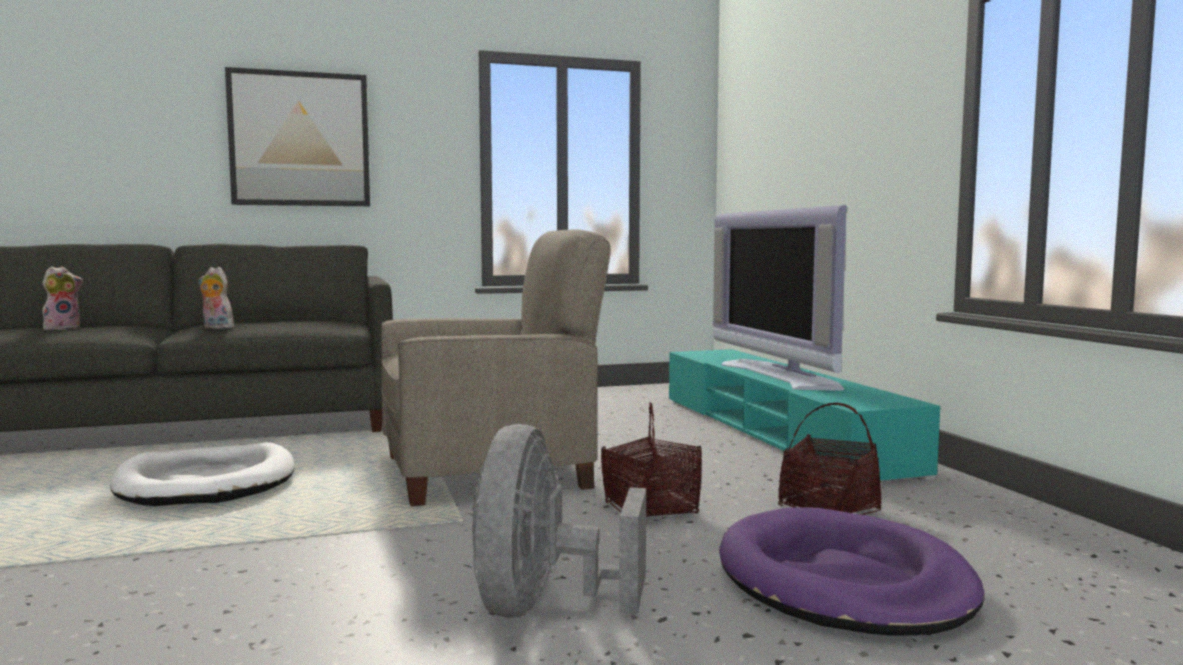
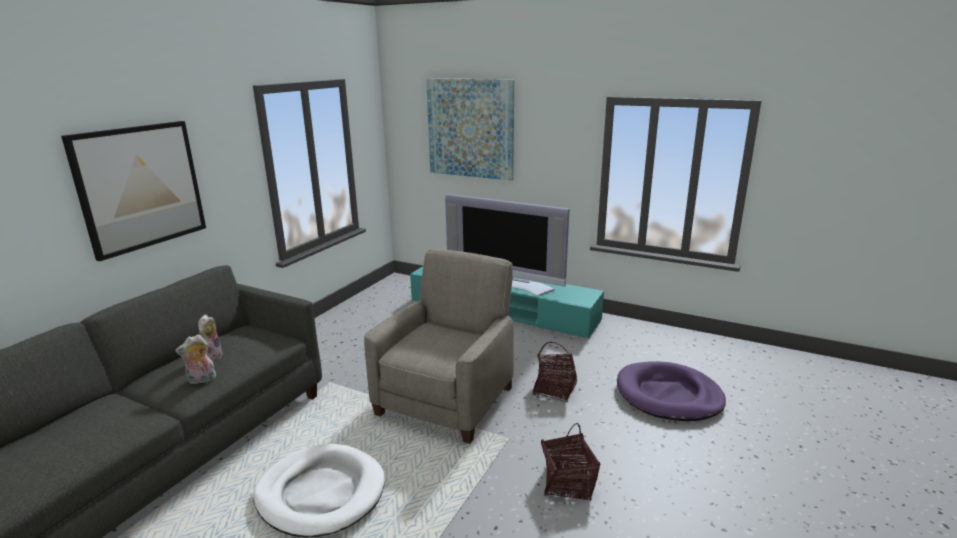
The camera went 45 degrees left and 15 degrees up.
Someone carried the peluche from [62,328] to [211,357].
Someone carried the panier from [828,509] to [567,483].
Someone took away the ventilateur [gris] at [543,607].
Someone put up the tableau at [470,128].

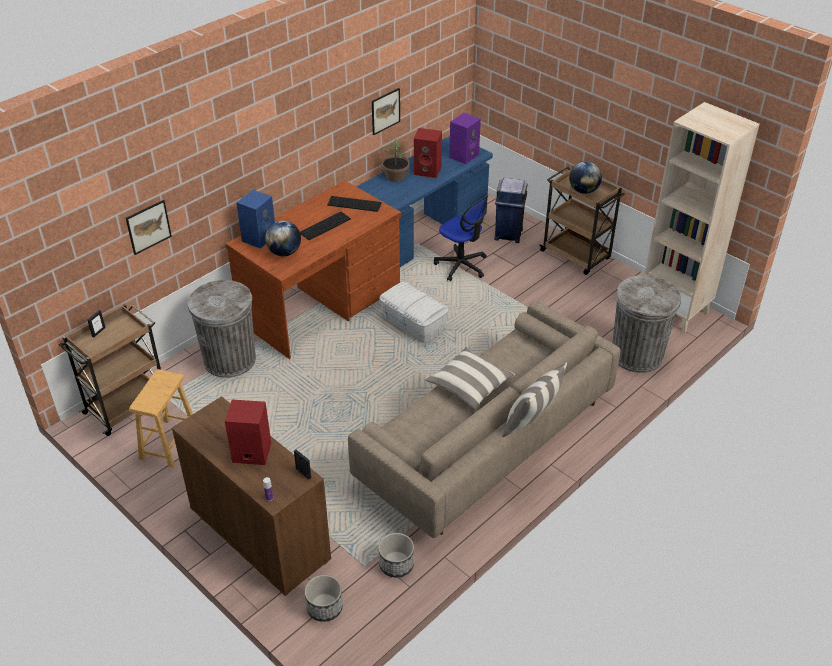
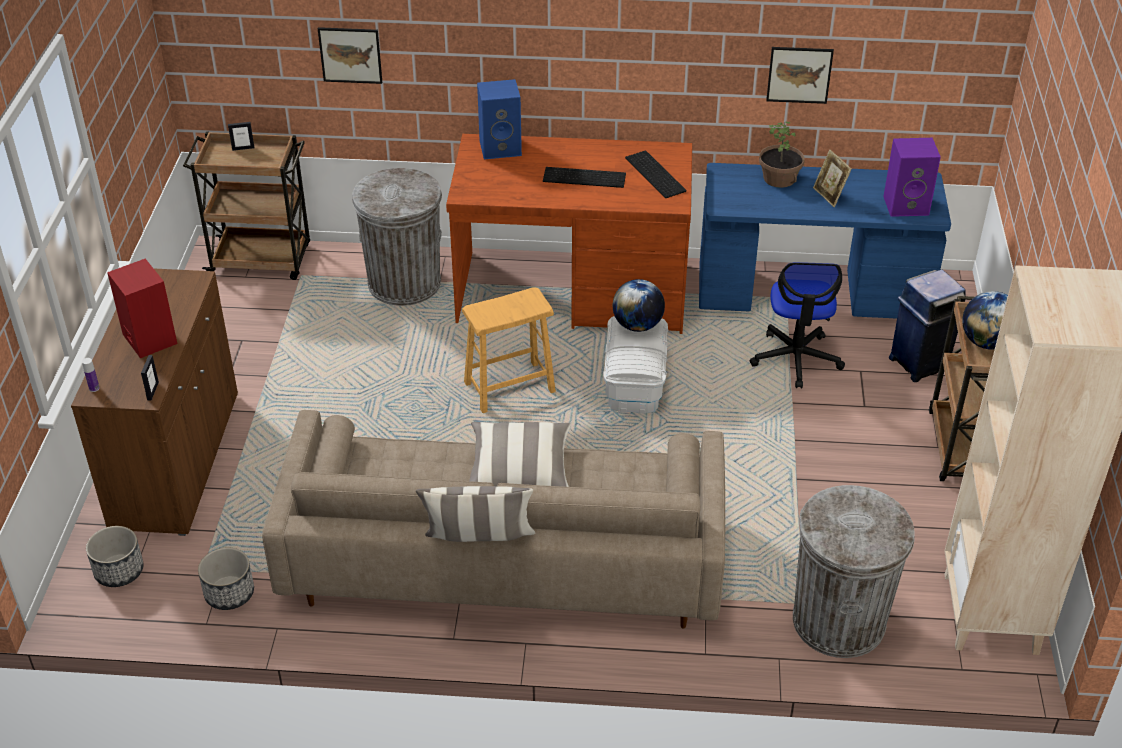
The camera went 50 degrees right and 0 degrees up.
Someone swapped the enceinte [rouge] at [428,170] for the cadre photo at [829,196].
Someone carried the globe from [284,252] to [637,325].
Someone carried the tabouret [marron] from [169,443] to [509,387].

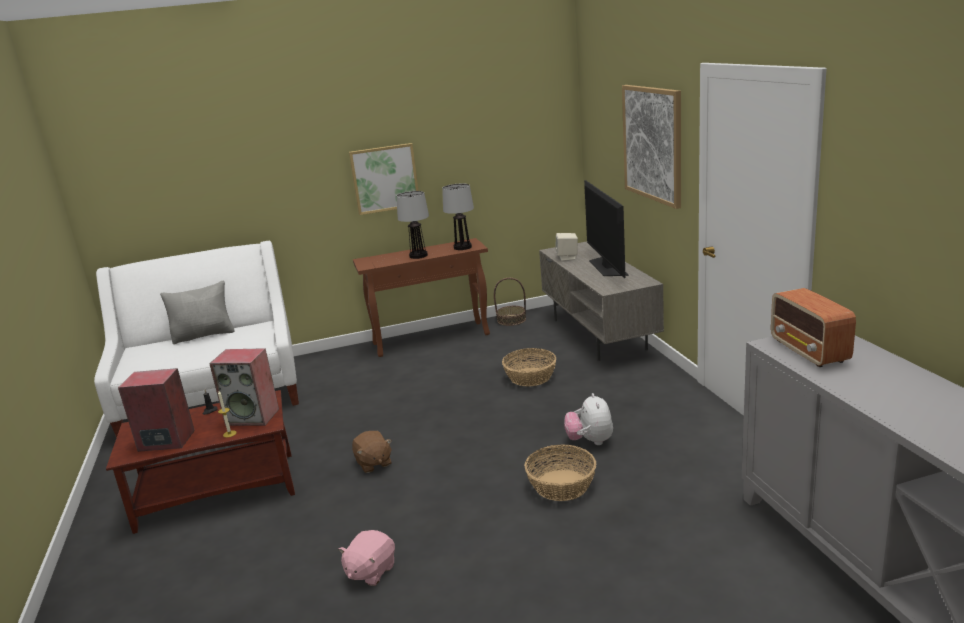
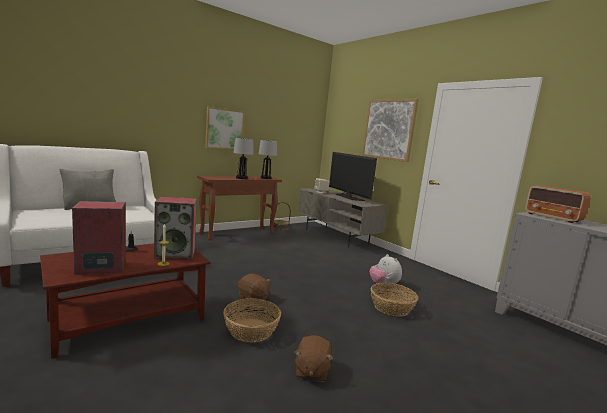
The camera went 25 degrees left and 10 degrees down.
Someone carried the panier from [530,377] to [251,330].
Someone repainted the peluche [rose] at [370,571], which became the peluche [marron] at [311,371].

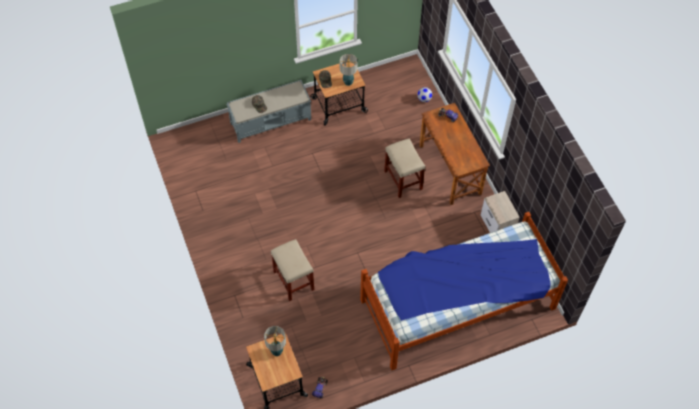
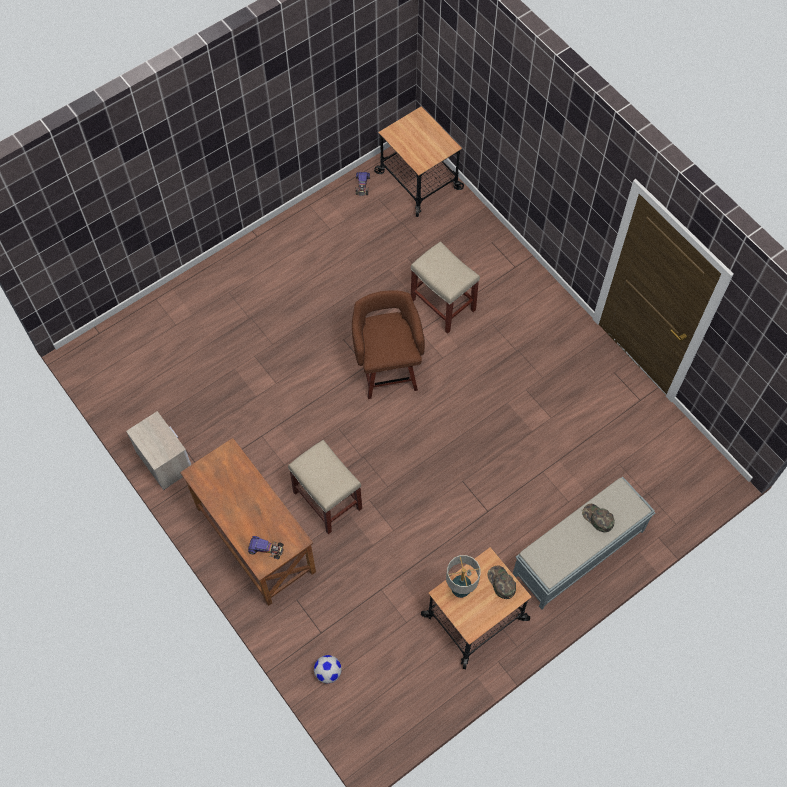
The camera went 165 degrees right and 5 degrees up.
Someone took away the lit at [457,303].
Someone took away the lampe de table at [276,351].
Someone put down the tabouret [marron] at [387,371].

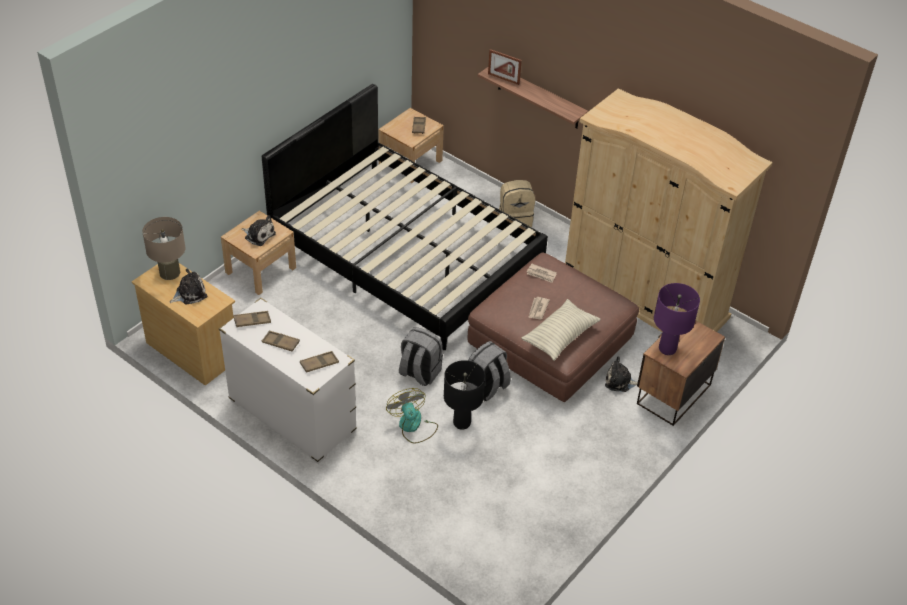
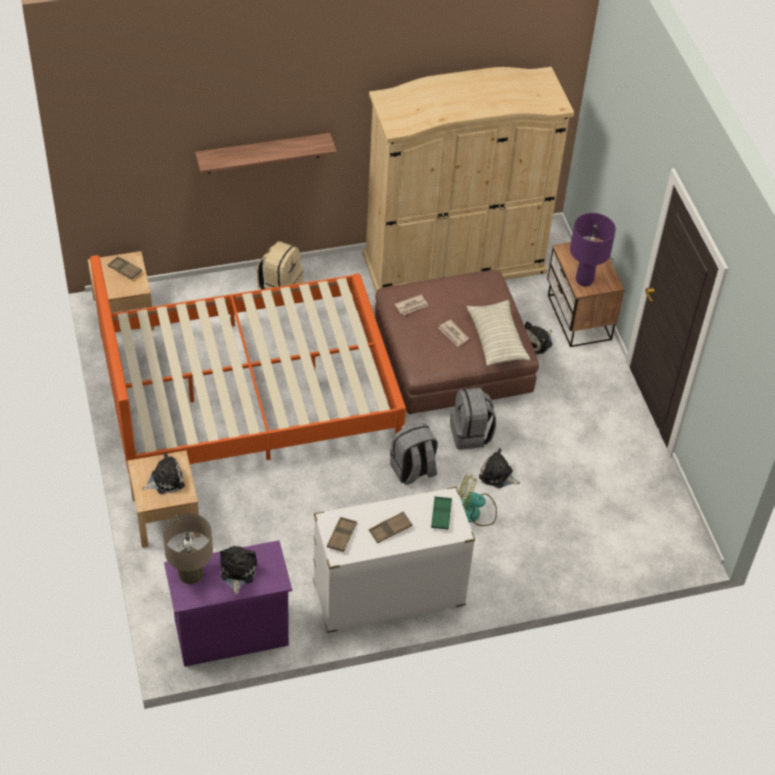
The camera went 55 degrees left and 5 degrees up.
Someone took away the cadre photo at [503,79].
Someone repainted the lit [noir] at [406,253], which became the lit [orange] at [249,391].
Someone repainted the commode [beige] at [192,351], which became the commode [violet] at [230,632].
Someone repainted the plateau [marron] at [319,364], which became the plateau [vert] at [441,515].
Someone swapped the lampe de table [noir] at [461,423] for the peluche at [497,475].

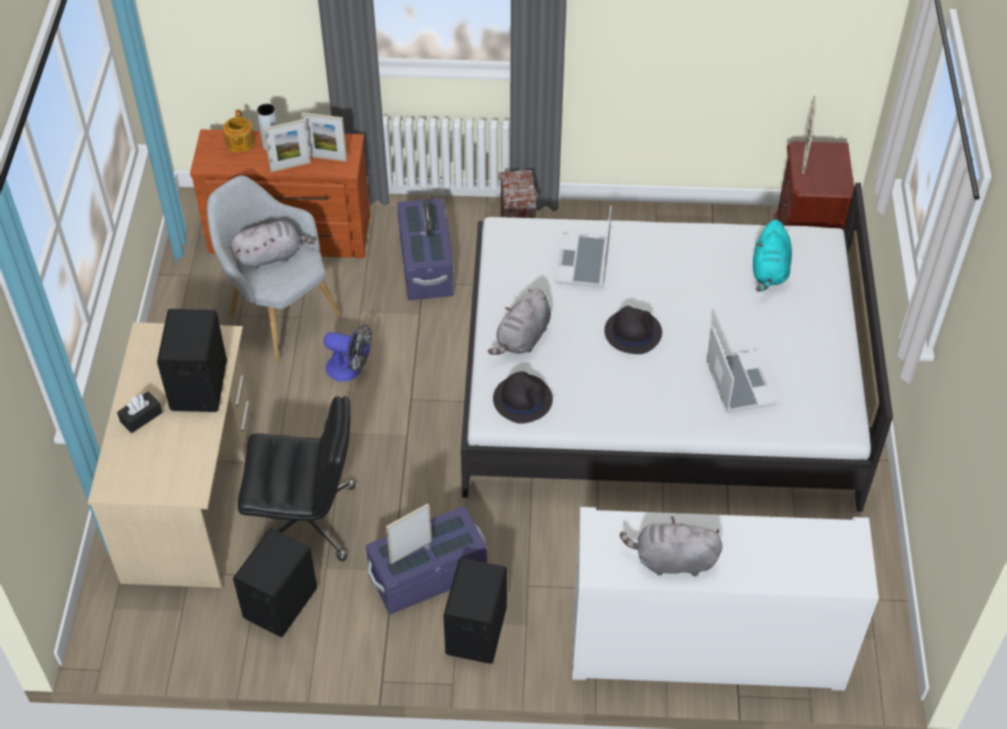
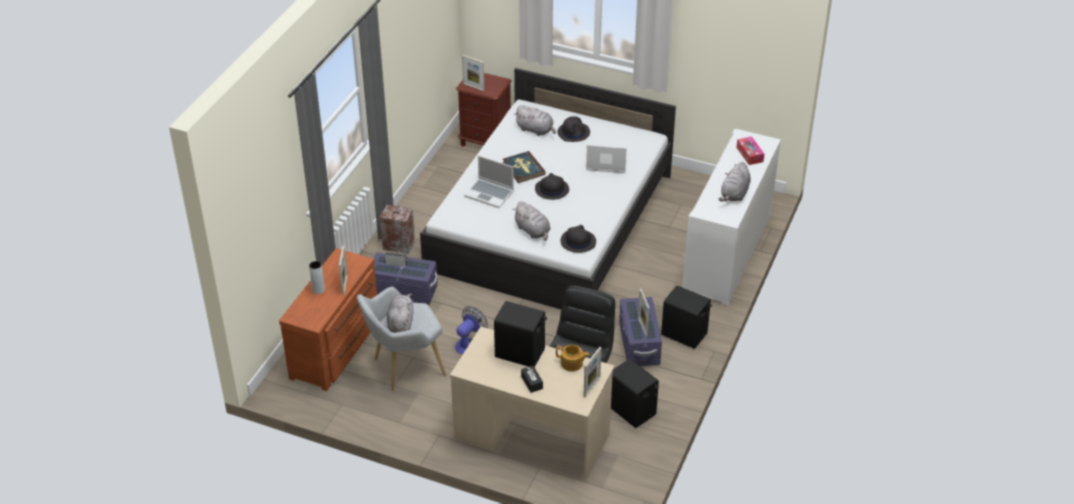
The camera went 70 degrees left and 10 degrees down.
Someone carried the théière from [239,143] to [572,364].
Someone carried the cadre photo from [327,158] to [591,387].
Someone repainted the peluche [turquoise] at [769,271], which became the peluche [gris] at [536,130].
Someone put down the chapeau [noir] at [573,132].
Someone put down the boîte à mouchoirs at [749,154].
Someone put down the livre at [523,169].

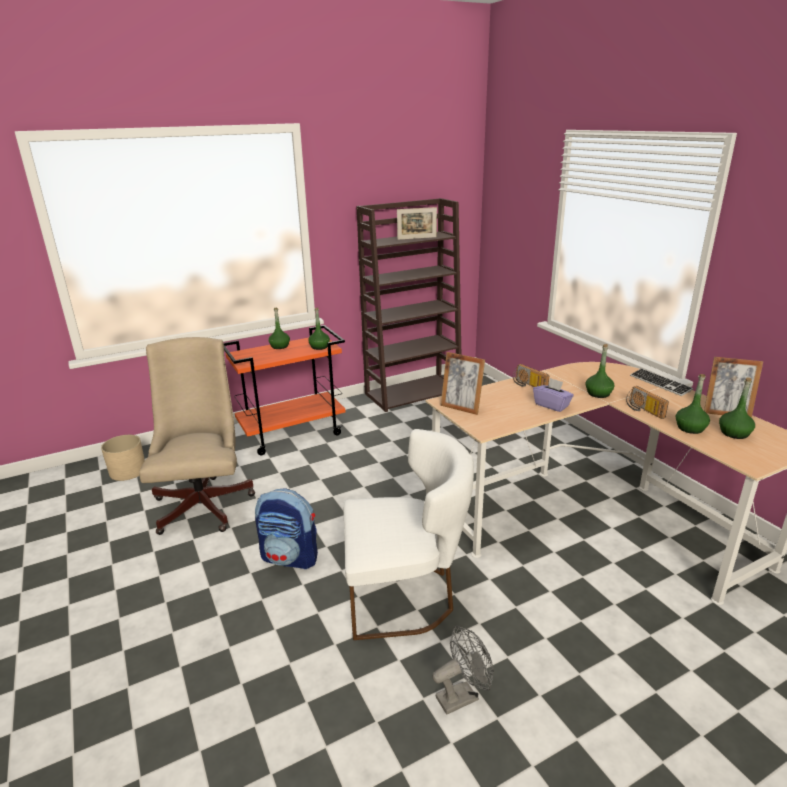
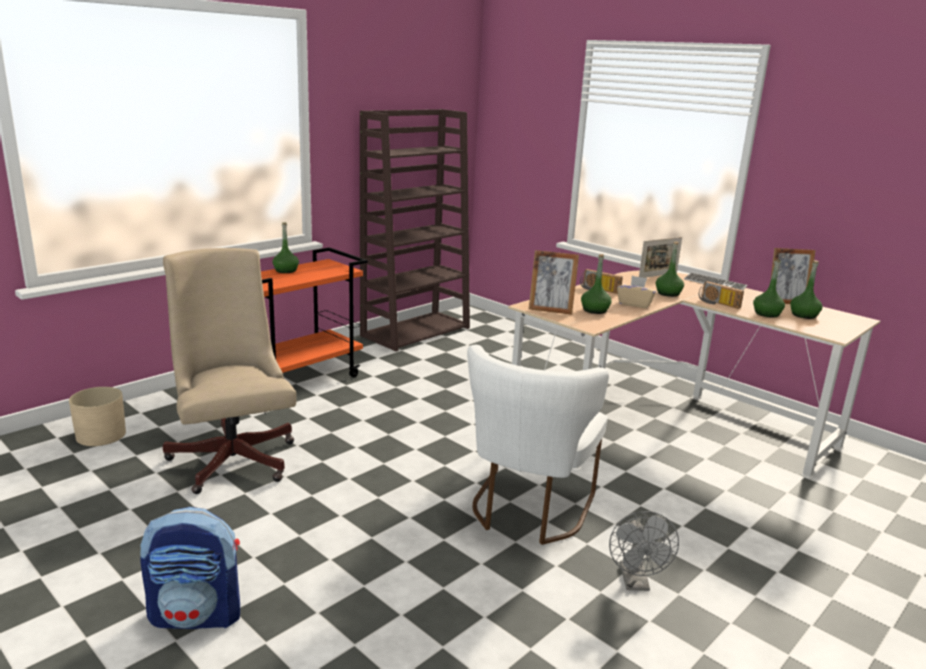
The camera went 20 degrees left and 5 degrees down.
Someone carried the cadre photo from [417,238] to [658,275].
Someone carried the bouteille [vert] from [319,347] to [594,310].
Someone repainted the boîte à mouchoirs [violet] at [552,405], which became the boîte à mouchoirs [beige] at [634,304].
Someone rotated the chaise [blanc] at [405,595] by 135 degrees clockwise.
Someone carried the sac à dos from [290,557] to [197,615].
Someone rotated the ventilateur [gris] at [462,696] by 135 degrees clockwise.

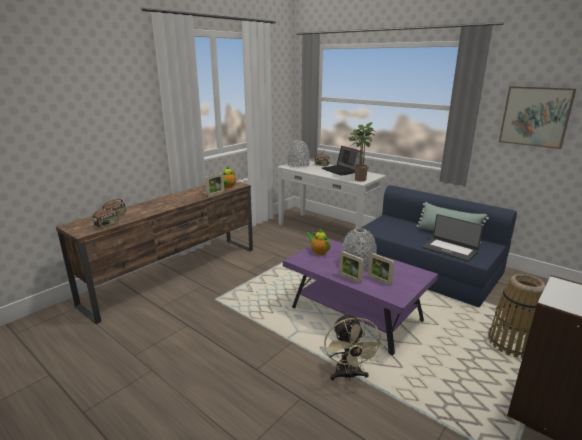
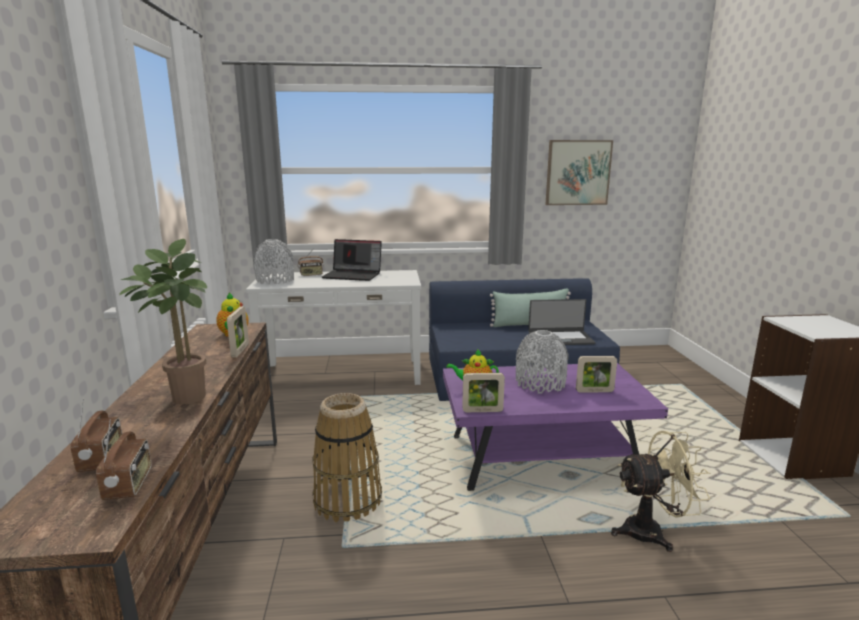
The camera went 45 degrees left and 5 degrees down.
Someone carried the plante en pot from [359,179] to [184,396].
Someone carried the cadre photo from [350,278] to [482,411].
Someone carried the panier from [512,343] to [348,500].
Someone rotated the ventilateur [beige] at [348,376] by 45 degrees counterclockwise.

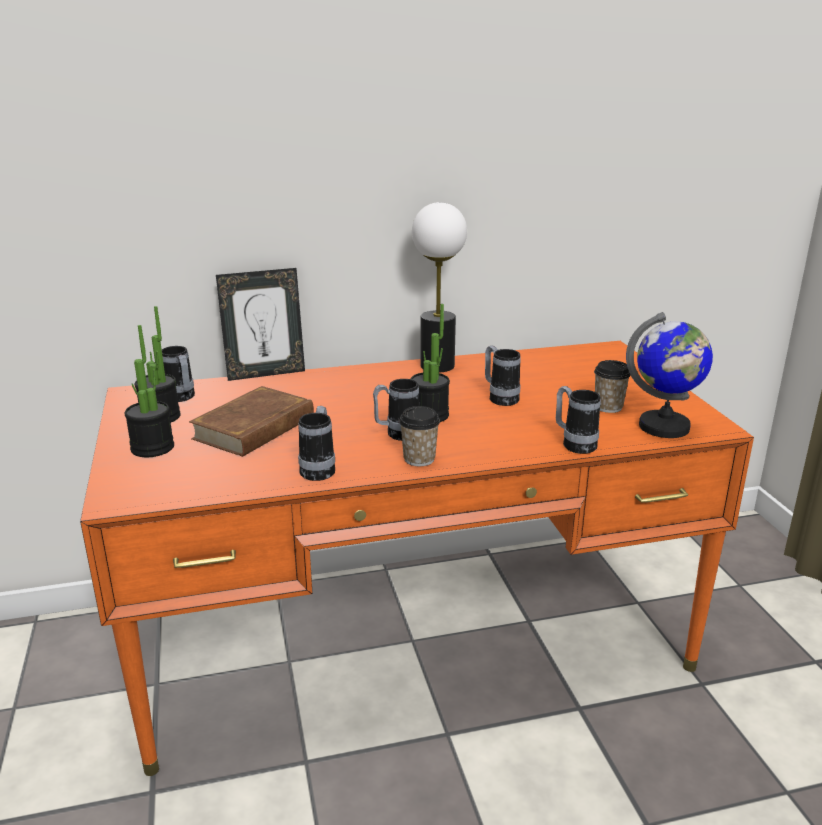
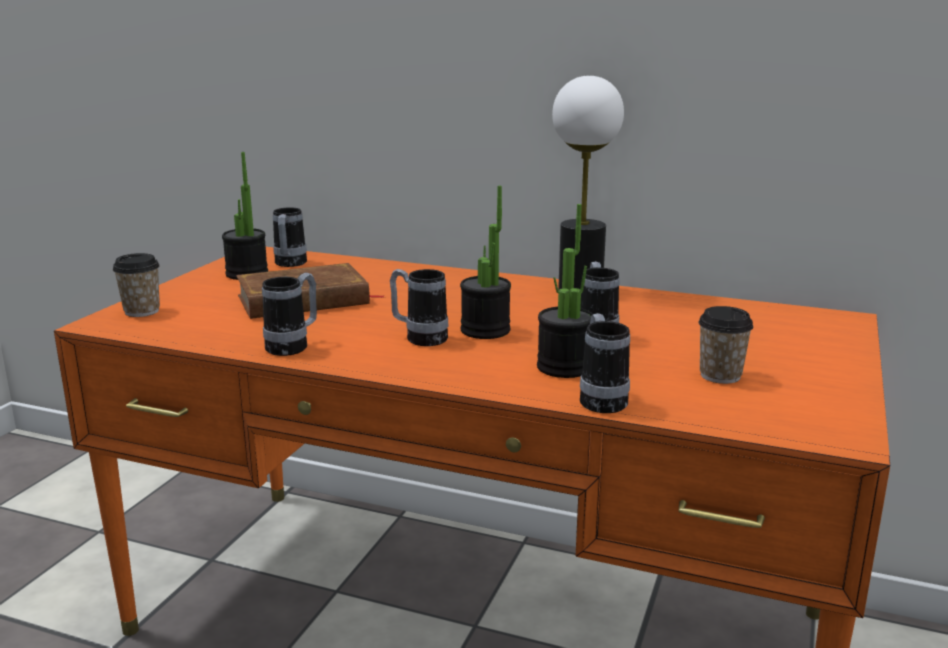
The camera went 35 degrees right and 5 degrees down.
Someone took away the cadre photo at [265,373].
Someone took away the globe at [664,427].
Someone carried the plante en pot from [152,448] to [564,367].
Someone carried the tasse from [419,459] to [142,311].

